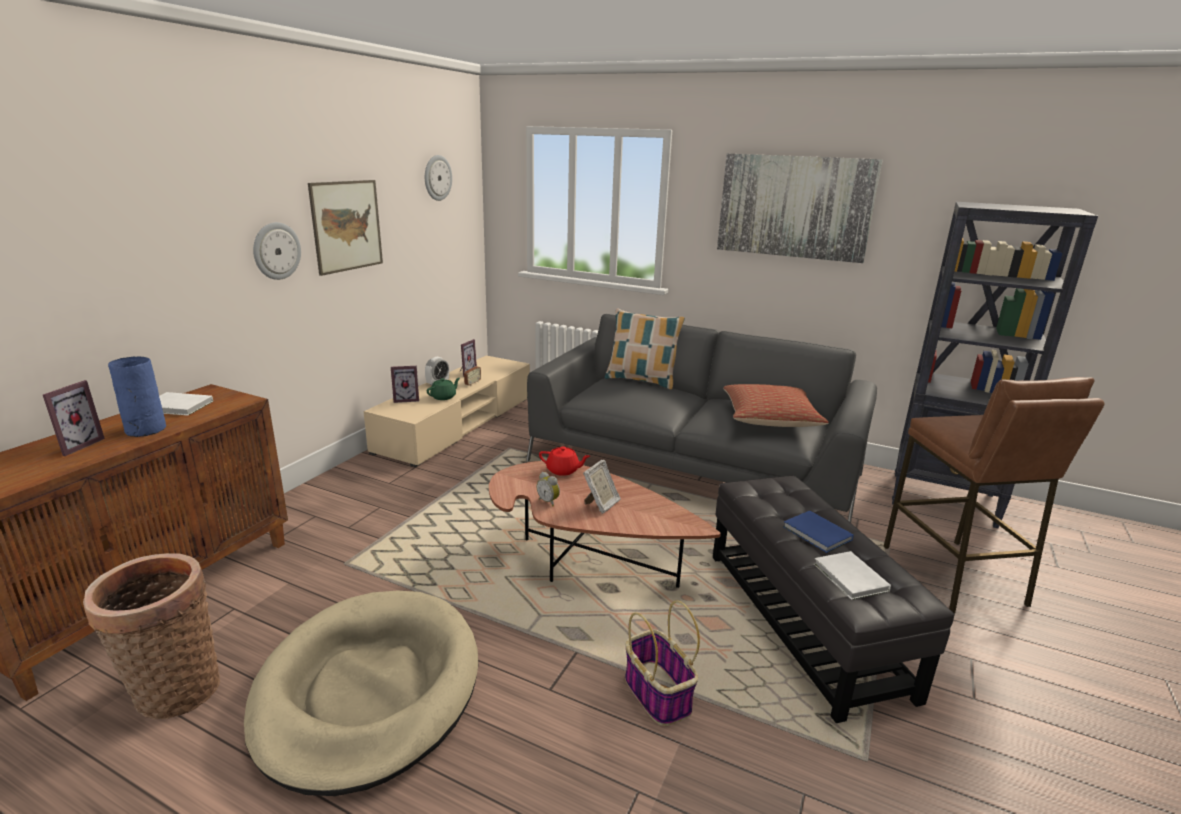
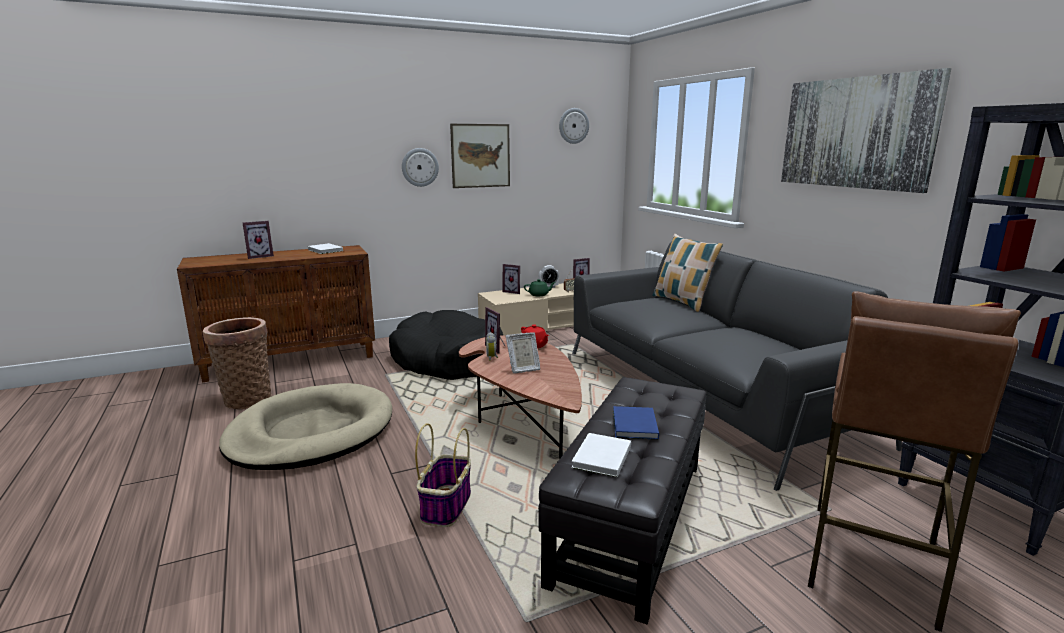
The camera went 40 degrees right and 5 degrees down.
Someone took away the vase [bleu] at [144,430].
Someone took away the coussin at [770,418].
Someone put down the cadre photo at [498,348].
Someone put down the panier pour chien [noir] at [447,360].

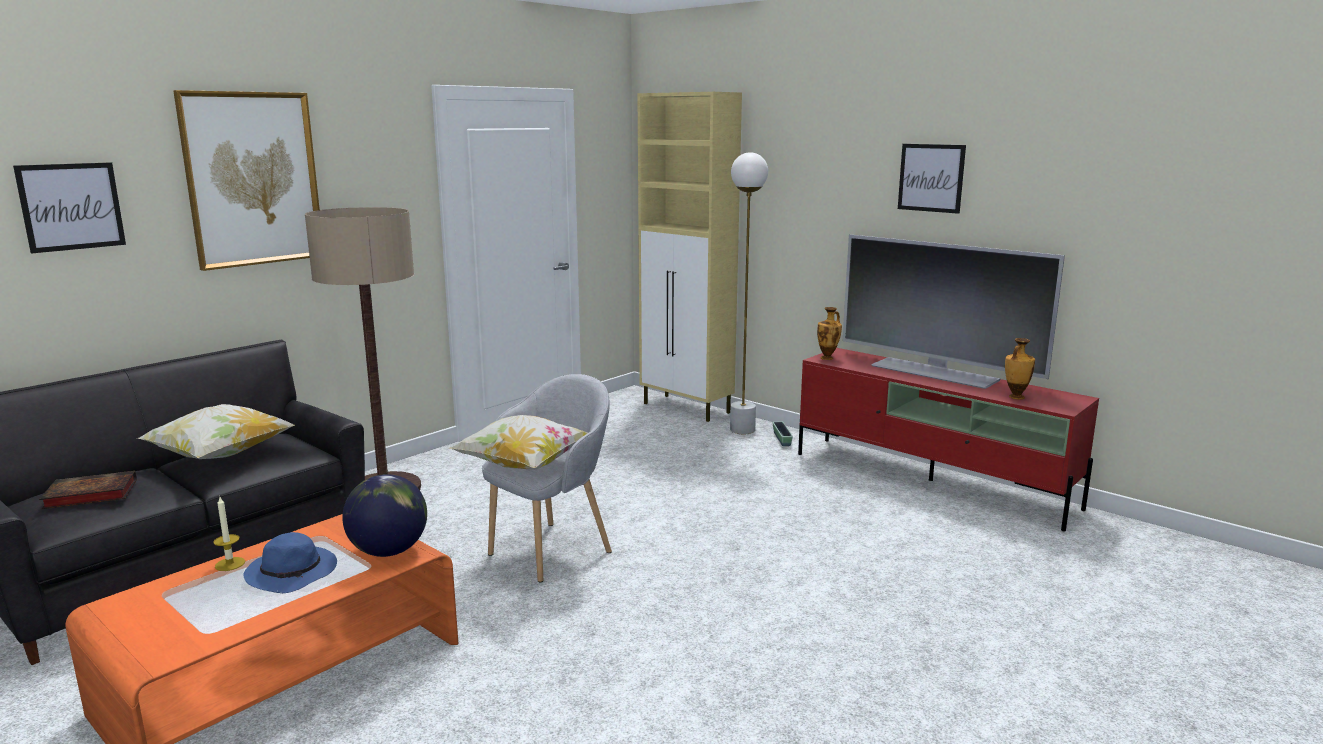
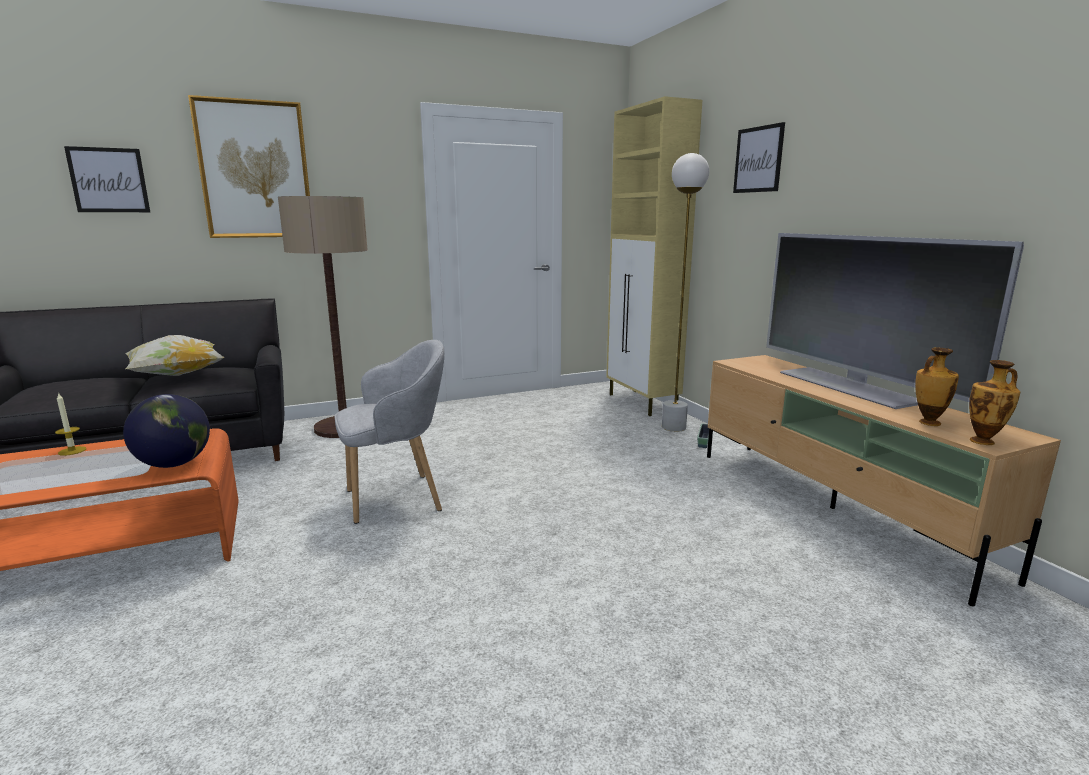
The camera went 25 degrees right and 0 degrees up.
Someone carried the tableau from [931,178] to [758,159].
Someone carried the vase from [827,358] to [984,441].
Someone repainted the meuble télé [rouge] at [932,481], which became the meuble télé [beige] at [833,508].
Someone took away the coussin at [524,466].
Someone took away the livre at [88,495].
Someone took away the chapeau [bleu] at [293,574].

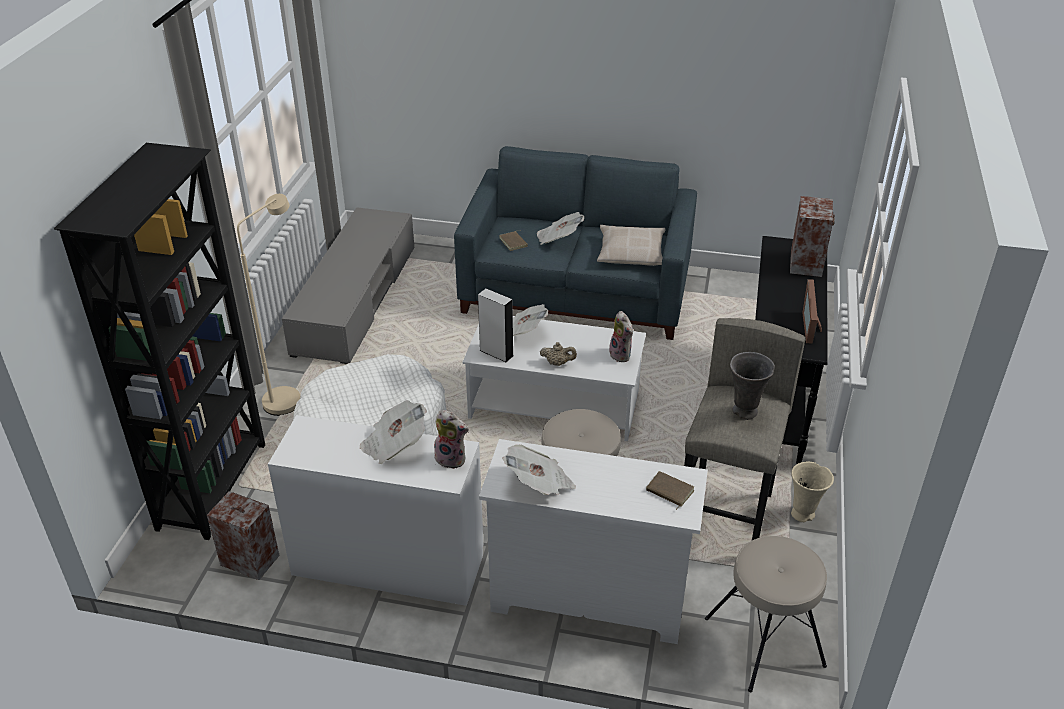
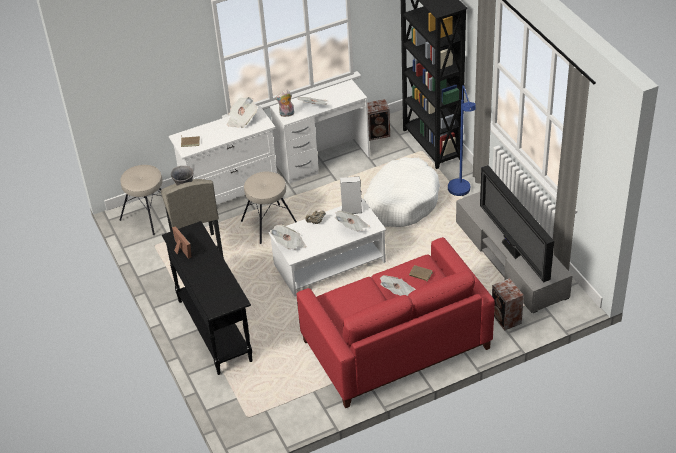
The camera went 145 degrees right and 5 degrees up.
Someone repainted the canapé [bleu] at [577,291], which became the canapé [rouge] at [395,344].
Someone repainted the lampadaire [beige] at [288,396], which became the lampadaire [bleu] at [461,193].
Someone carried the enceinte from [806,263] to [506,319].
Someone took away the coussin [beige] at [631,253].
Someone swapped the peluche at [622,355] for the journal at [289,244].
Someone took away the vase [beige] at [803,514].
Someone put down the téléviseur at [512,250].

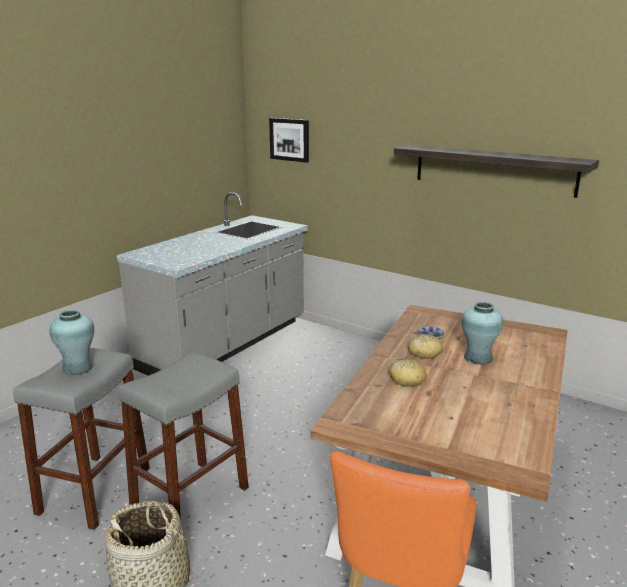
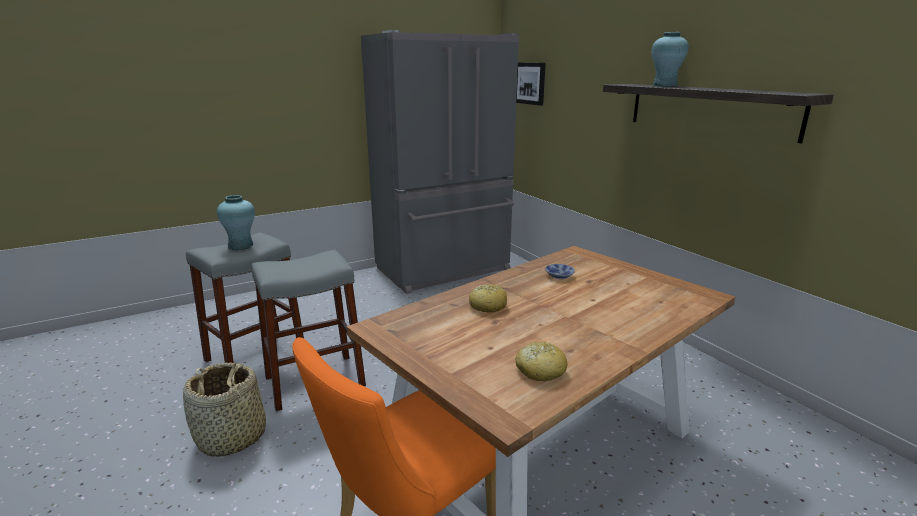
The camera went 25 degrees right and 0 degrees up.
Someone swapped the comptoir de cuisine [gris] at [226,345] for the réfrigérateur [gris] at [445,270].
Someone carried the vase [turquoise] from [478,358] to [665,86].
Someone carried the pain from [424,353] to [540,370].

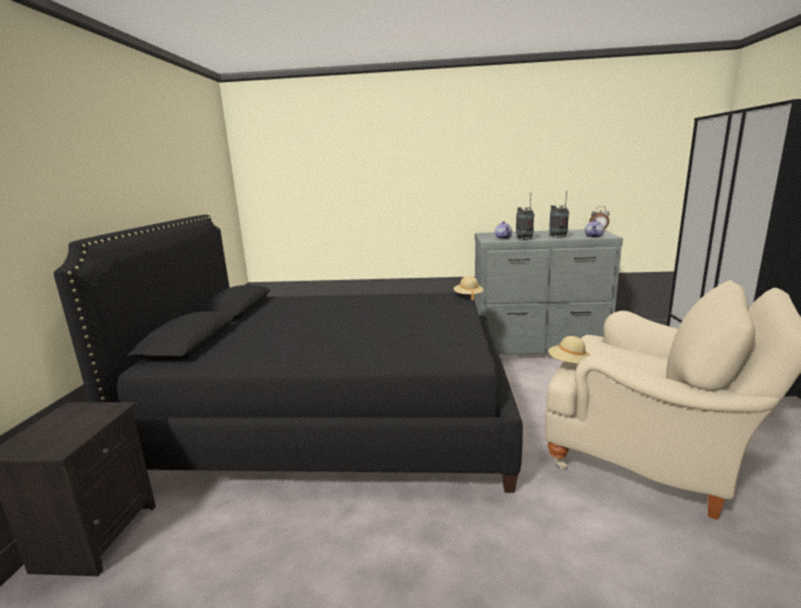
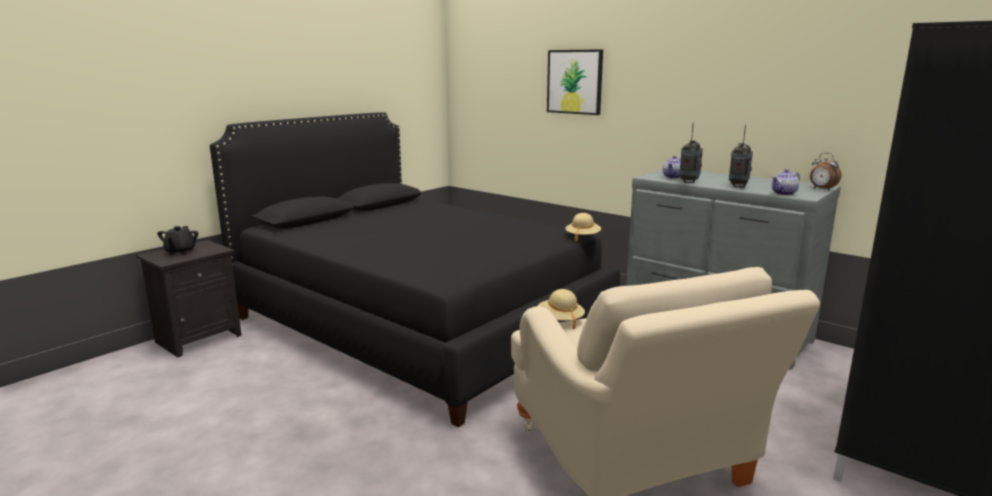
The camera went 35 degrees right and 0 degrees up.
Someone put up the tableau at [574,82].
Someone put down the théière [noir] at [180,252].

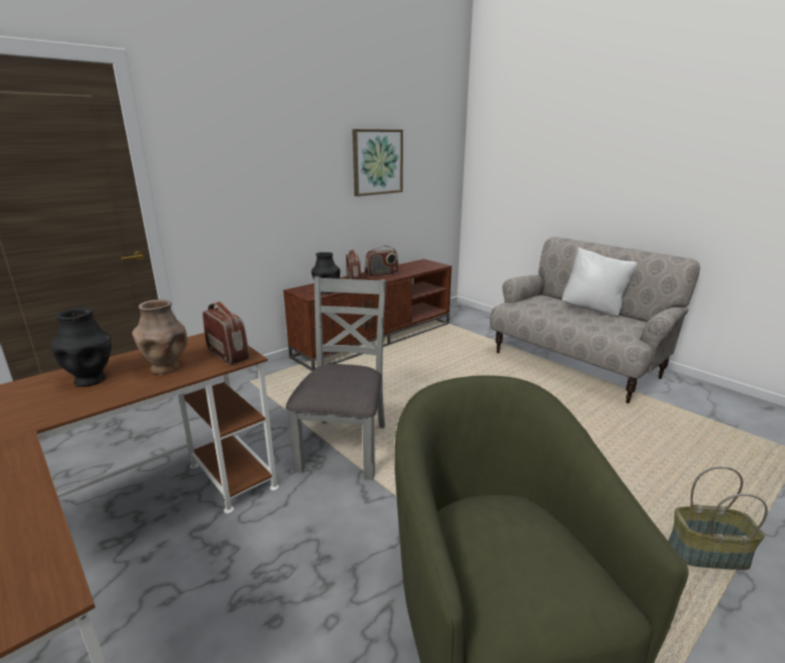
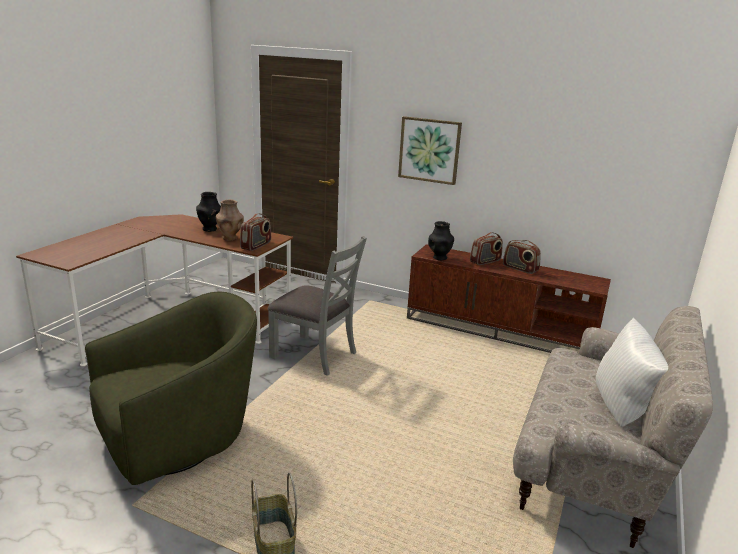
The camera went 65 degrees right and 0 degrees up.
Someone carried the tableau from [377,162] to [429,150].
Someone rotated the chaise [gris] at [344,446] by 45 degrees clockwise.

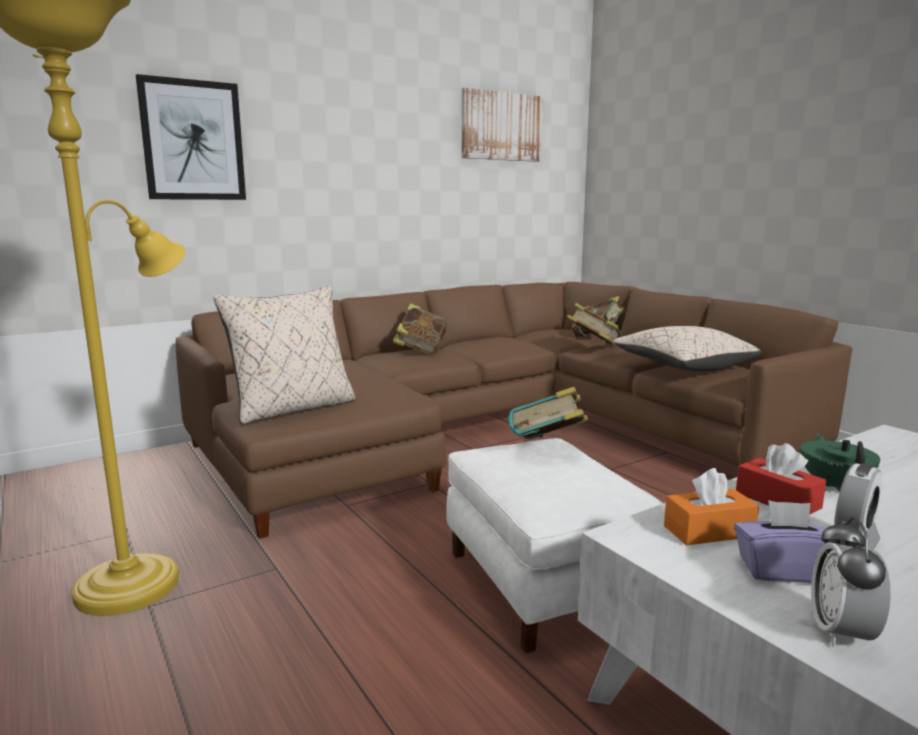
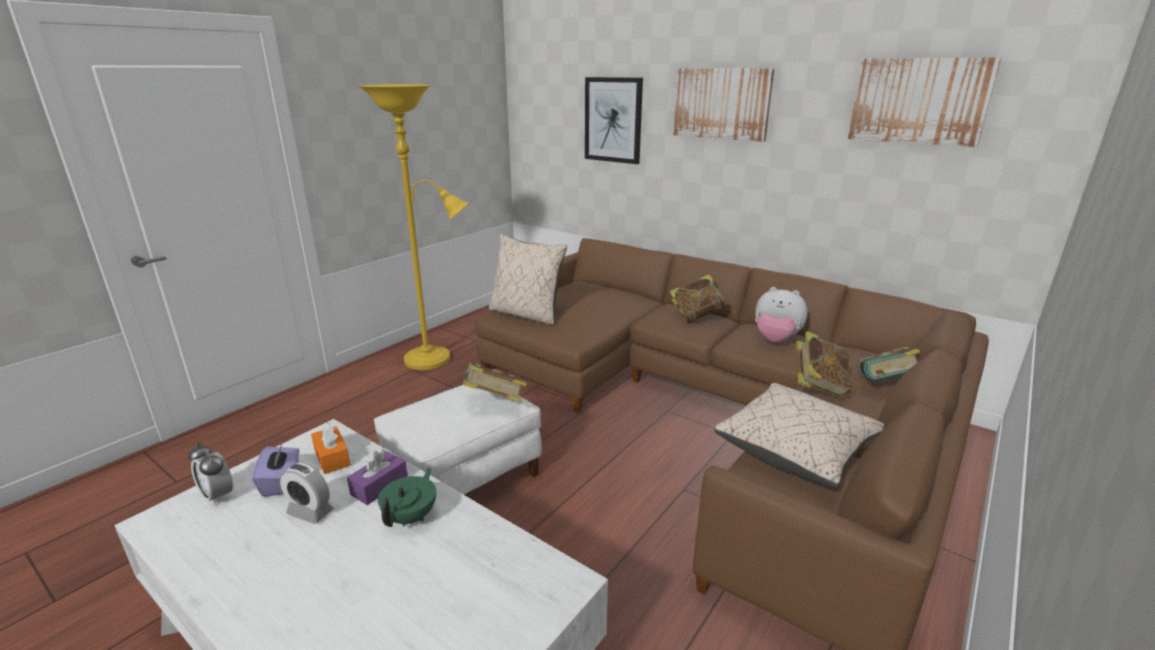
The camera went 70 degrees right and 10 degrees up.
Someone rotated the théière [vert] at [834,485] by 60 degrees counterclockwise.
Someone repainted the boîte à mouchoirs [rouge] at [777,500], which became the boîte à mouchoirs [violet] at [379,486].
Someone rotated the réveil at [841,633] by 135 degrees counterclockwise.
Someone put up the tableau at [721,103].
Someone put down the peluche at [775,340].

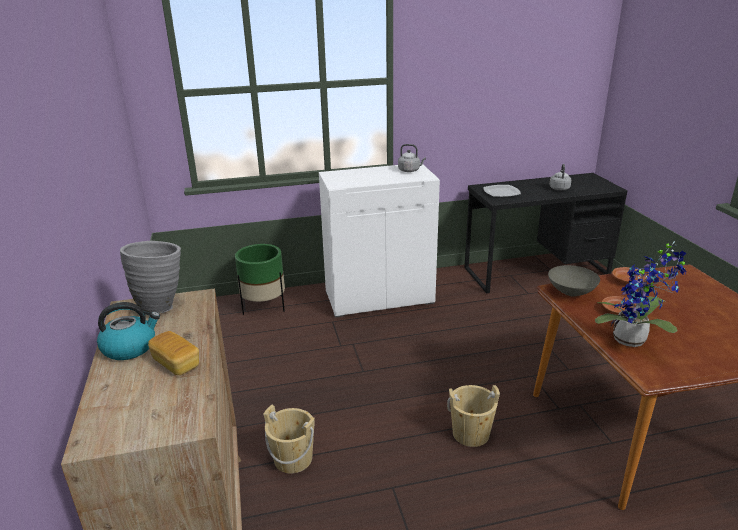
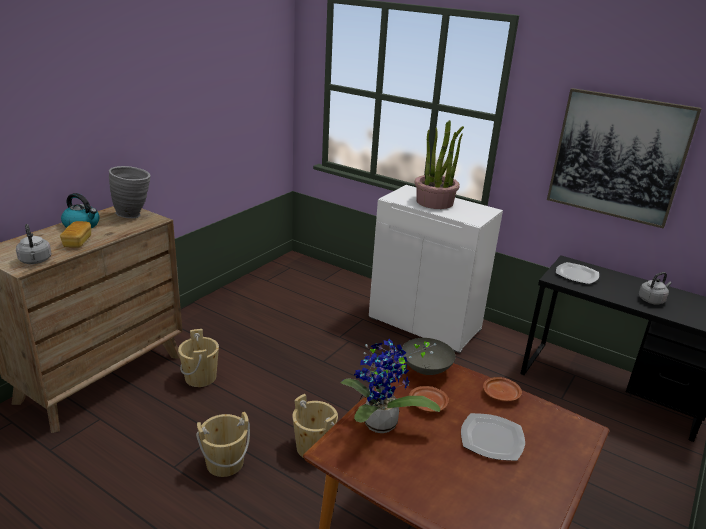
The camera went 45 degrees right and 0 degrees up.
Someone carried the bouilloire [gris] from [410,170] to [35,261].
Someone took away the cache-pot [vert] at [264,307].
Someone put up the tableau at [618,157].
Someone put down the plante en pot at [435,202].
Someone put down the seau [beige] at [225,463].
Someone put down the assiette at [491,439].

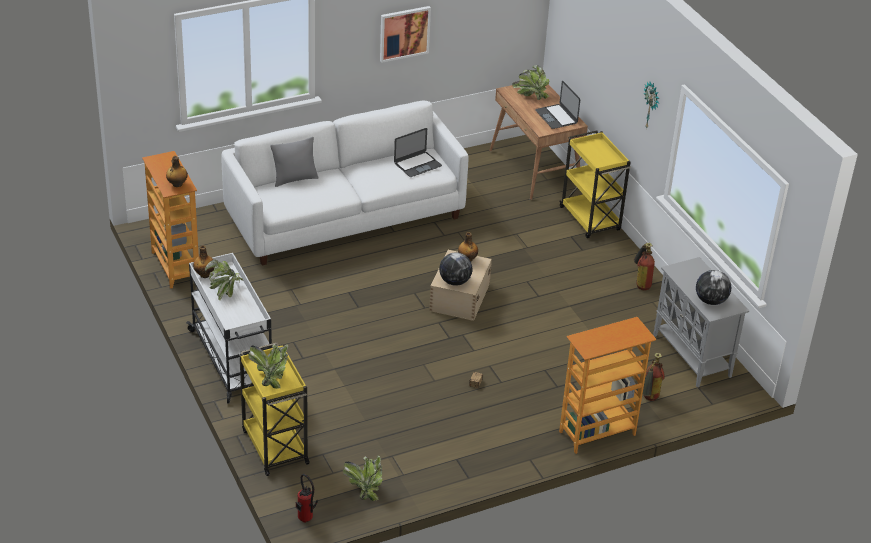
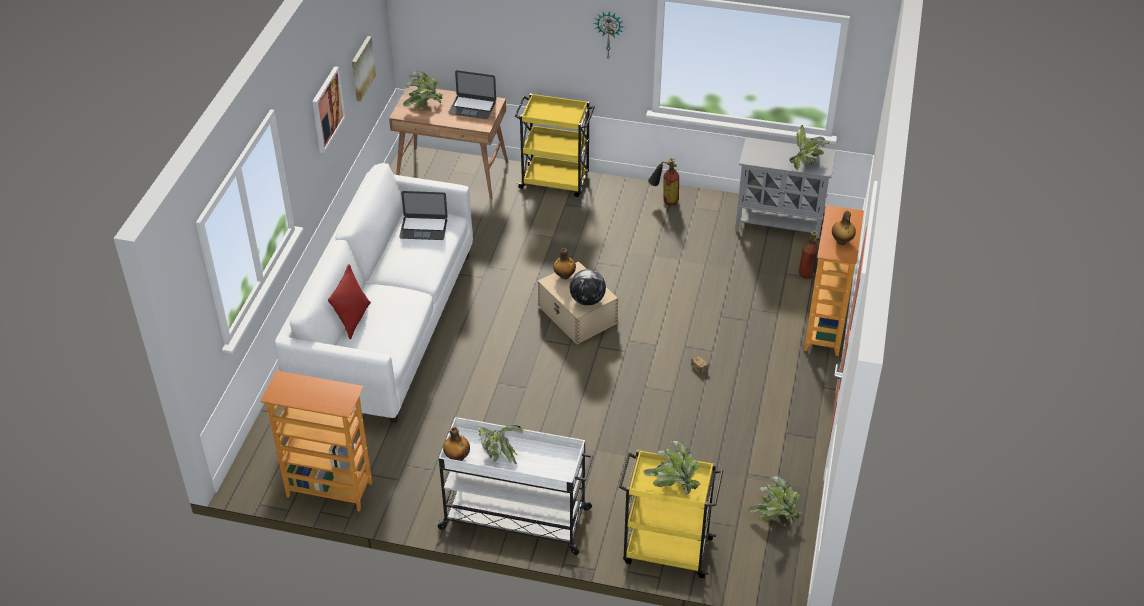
The camera went 50 degrees left and 5 degrees up.
Someone rotated the ordinateur portable at [417,164] by 90 degrees clockwise.
Someone repainted the coussin [gris] at [295,179], which became the coussin [rouge] at [353,319].
Someone carried the bouteille from [177,184] to [841,241].
Someone swapped the globe at [710,301] for the plante en pot at [806,162].
Someone took away the extincteur at [306,520].
Someone put up the tableau at [362,68].

